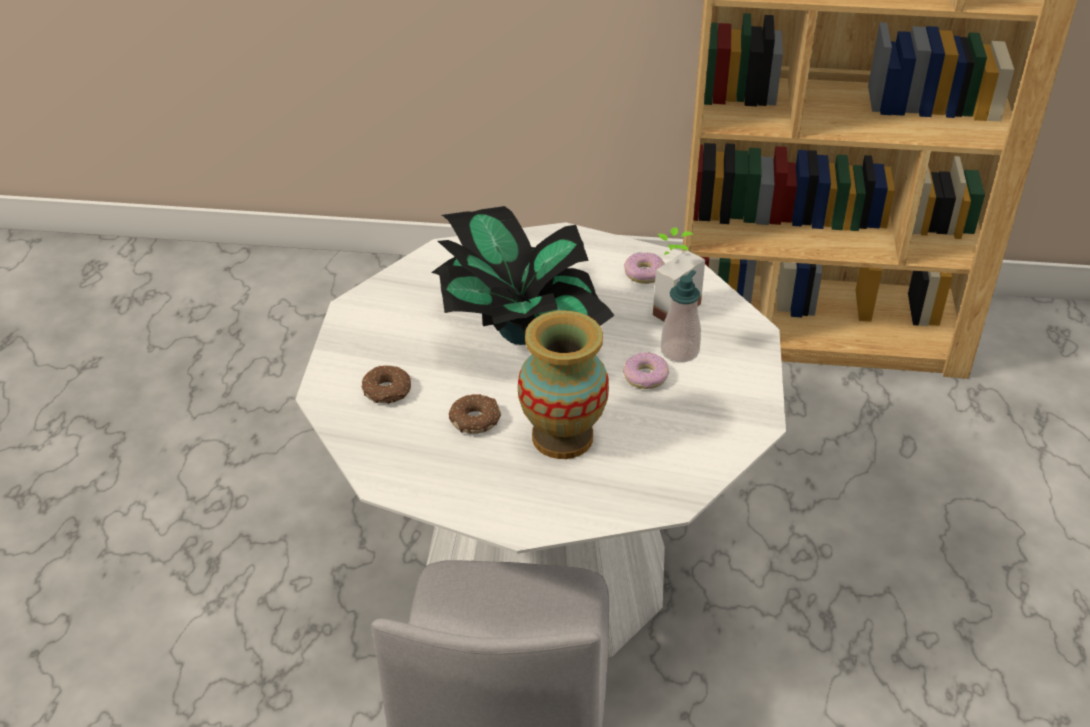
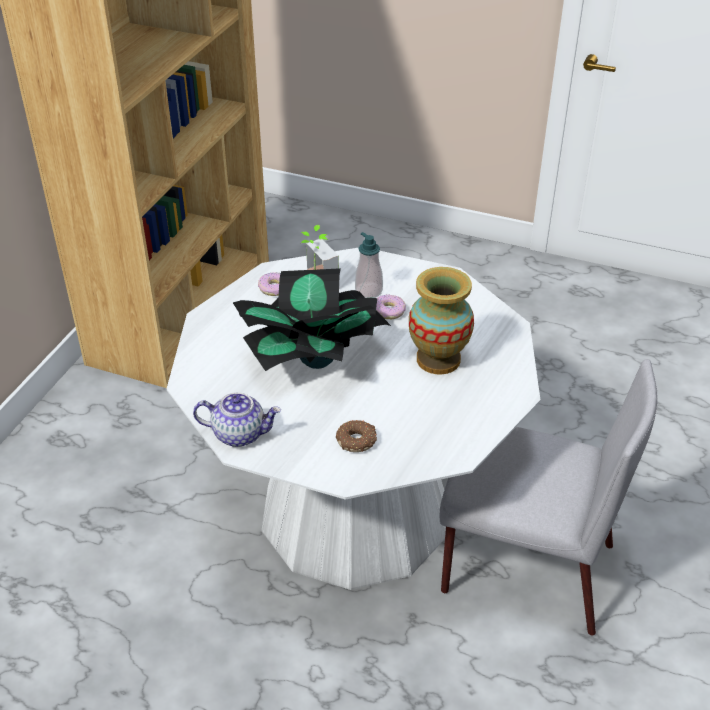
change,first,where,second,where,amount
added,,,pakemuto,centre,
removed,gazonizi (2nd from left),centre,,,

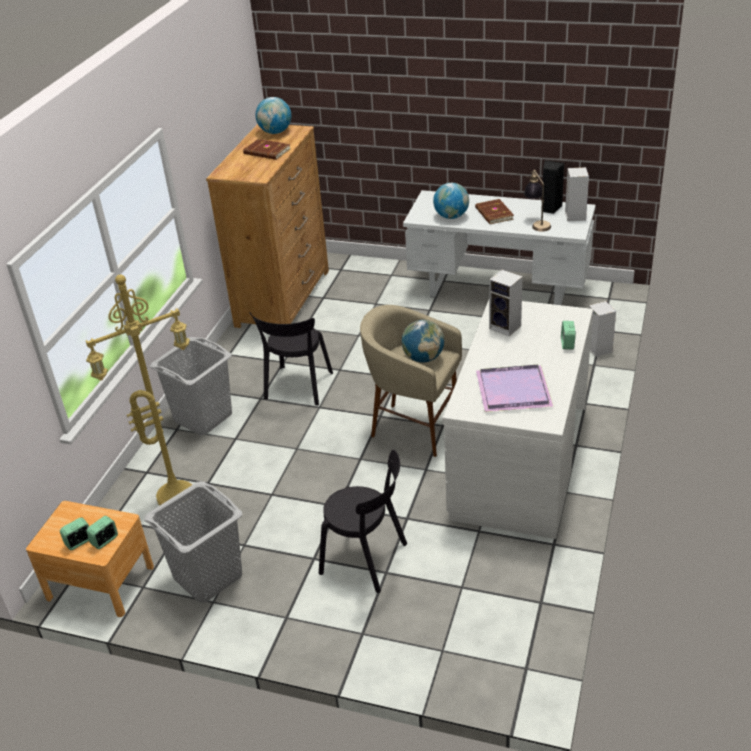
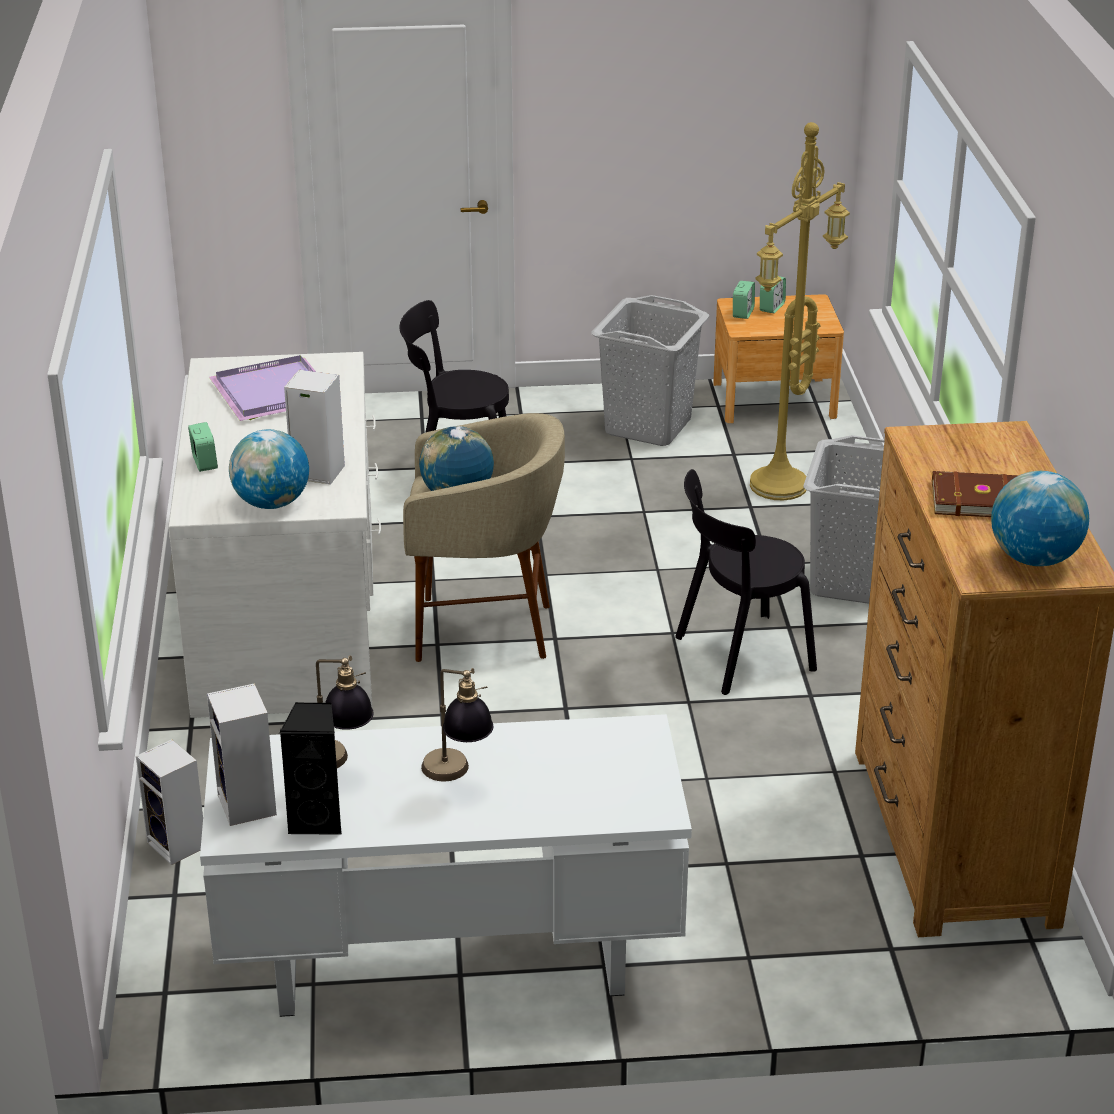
change,first,where,second,where,amount
moved,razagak (3rd from left in the first image),top centre,razagak (1st from left),middle left,
replaced,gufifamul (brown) (2nd from left),top centre,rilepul (2nd from left),centre,
turned,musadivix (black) (1st from left in the first image),centre,musadivix (black) (2nd from left),middle right,105 degrees counterclockwise

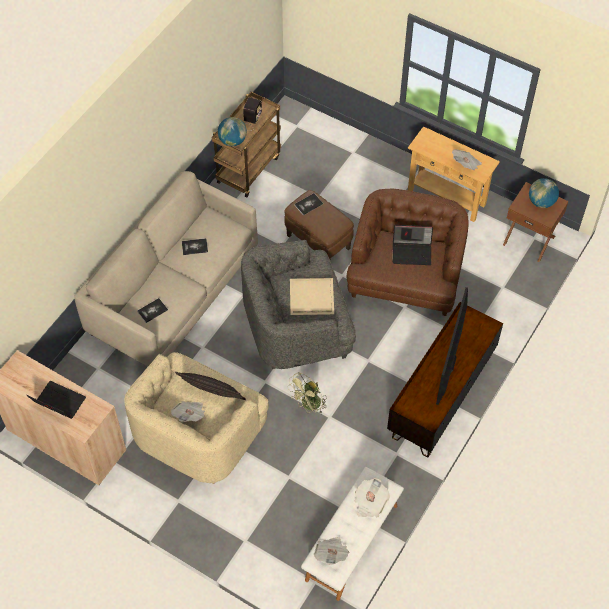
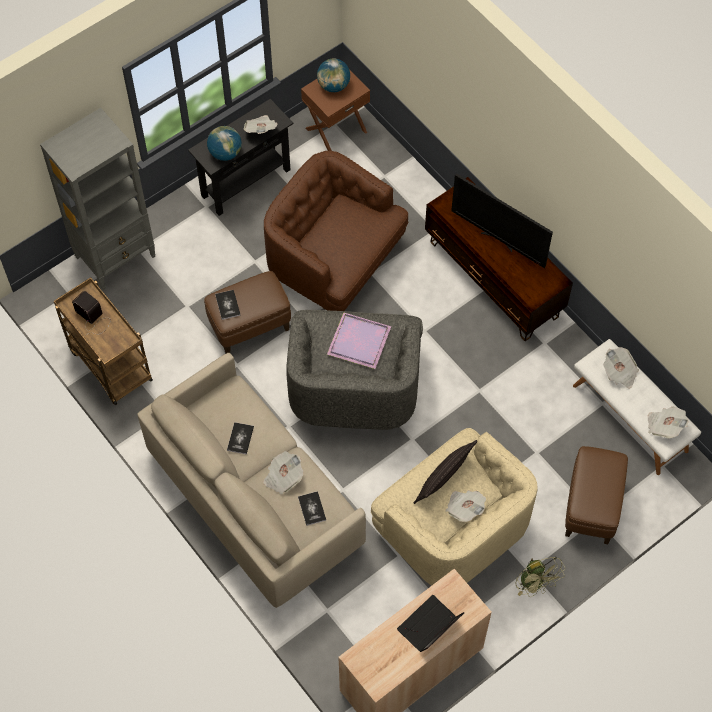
change,first,where,second,where,amount
added,,,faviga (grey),top left,
recoloured,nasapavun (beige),top right,nasapavun (black),top centre,
moved,razagak (1st from left),top centre,,top left,
added,,,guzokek (2nd from left),centre,
recoloured,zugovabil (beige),centre,zugovabil (purple),centre,
moved,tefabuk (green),centre,,bottom right,
added,,,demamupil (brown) (2nd from left),bottom right,
removed,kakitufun (2nd from left),middle right,,,

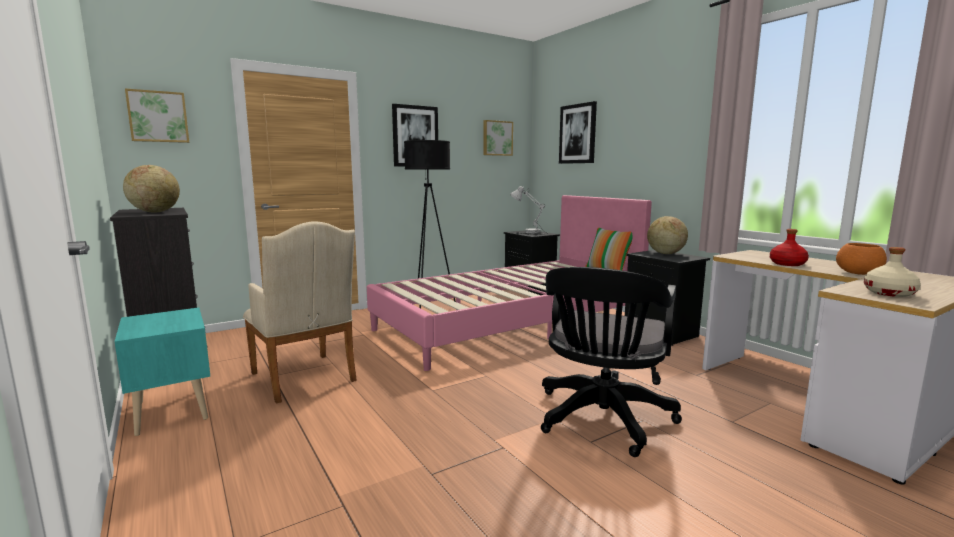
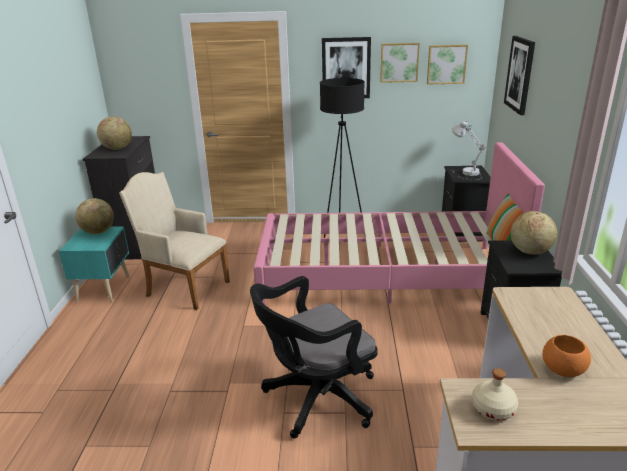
change,first,where,second,where,amount
added,,,razagak (1st from left),middle left,
turned,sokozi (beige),middle left,,middle left,120 degrees clockwise
moved,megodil (1st from left in the first image),top left,megodil (2nd from left),top centre,
removed,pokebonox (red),middle right,,,

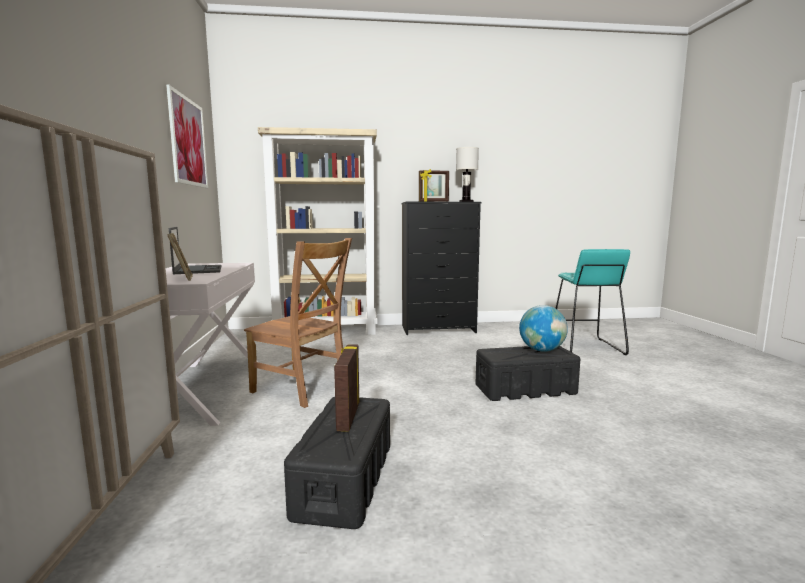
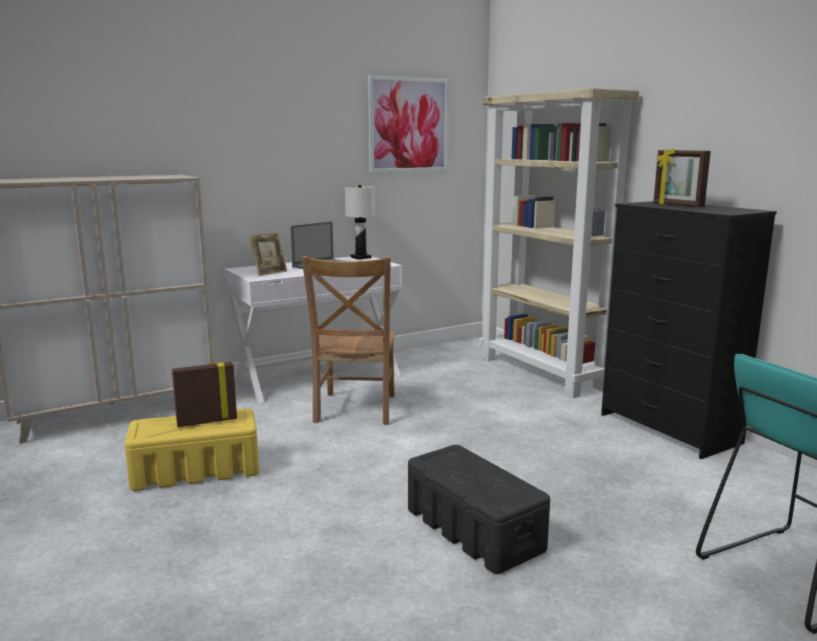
change,first,where,second,where,amount
recoloured,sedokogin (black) (1st from left),bottom centre,sedokogin (yellow),bottom left,
moved,rilepul (white),top centre,,centre,
removed,razagak,middle right,,,

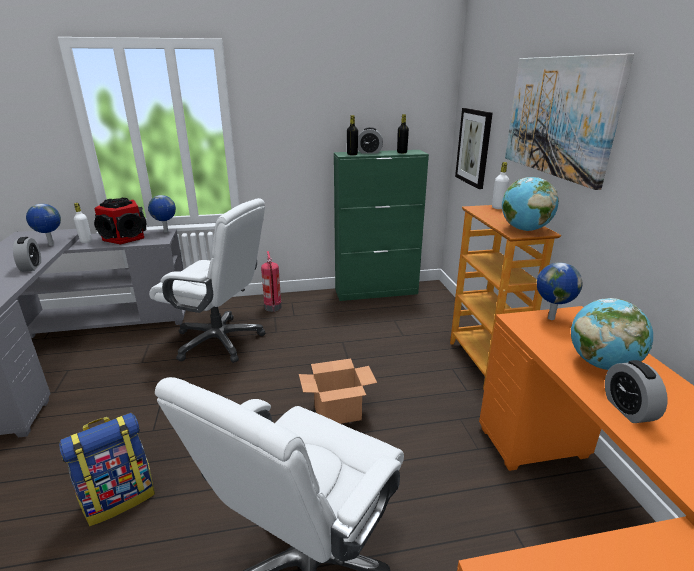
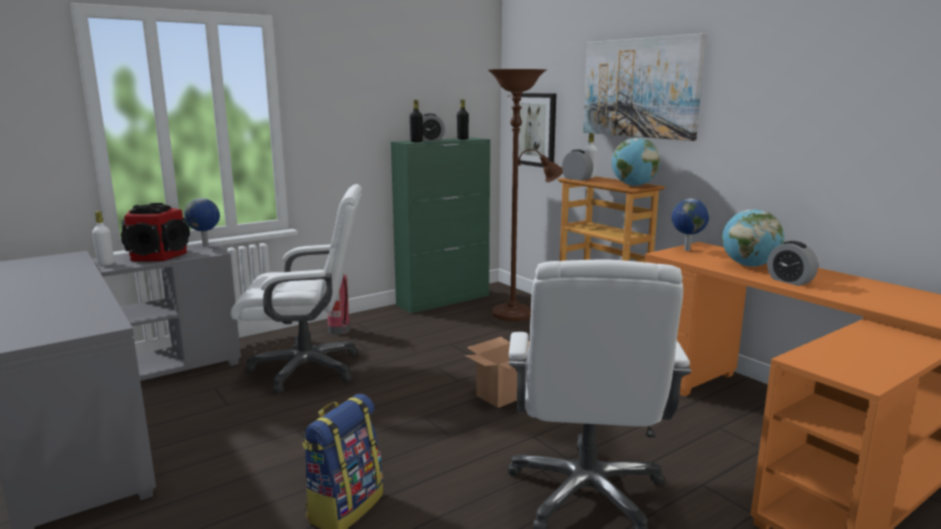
change,first,where,second,where,amount
added,,,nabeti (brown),centre,
moved,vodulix (1st from left in the first image),middle left,vodulix (2nd from left),top centre,
removed,razagak (1st from left),middle left,,,

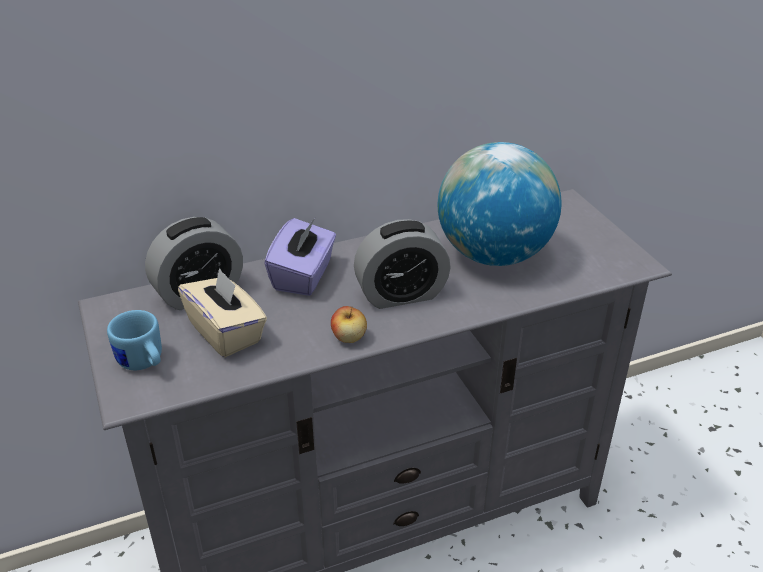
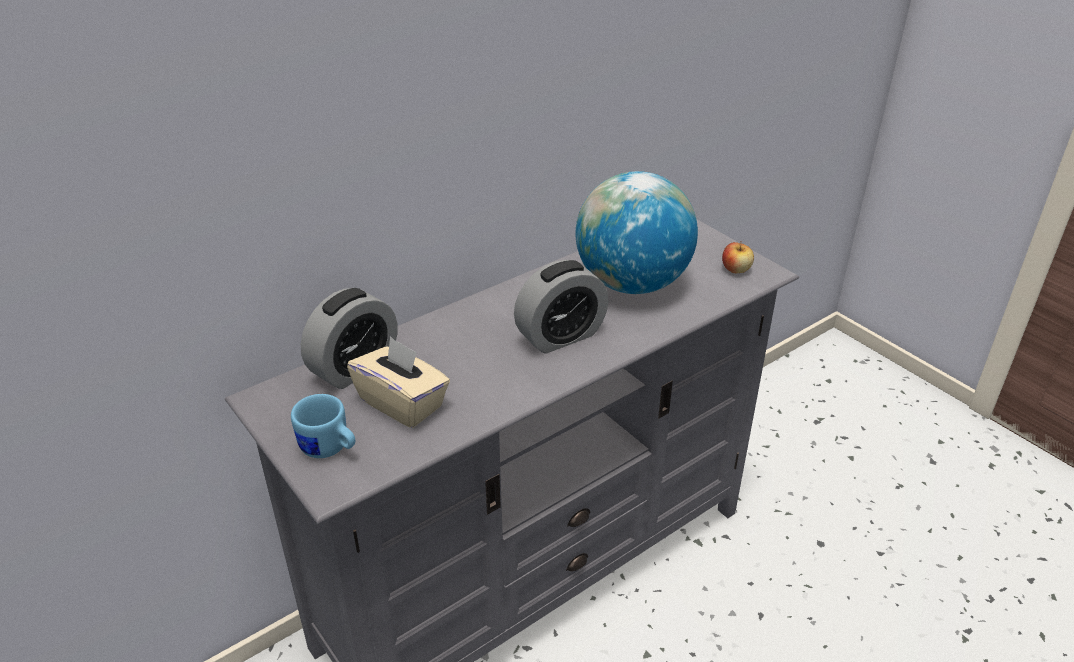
change,first,where,second,where,amount
moved,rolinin,centre,,middle right,
removed,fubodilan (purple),centre,,,

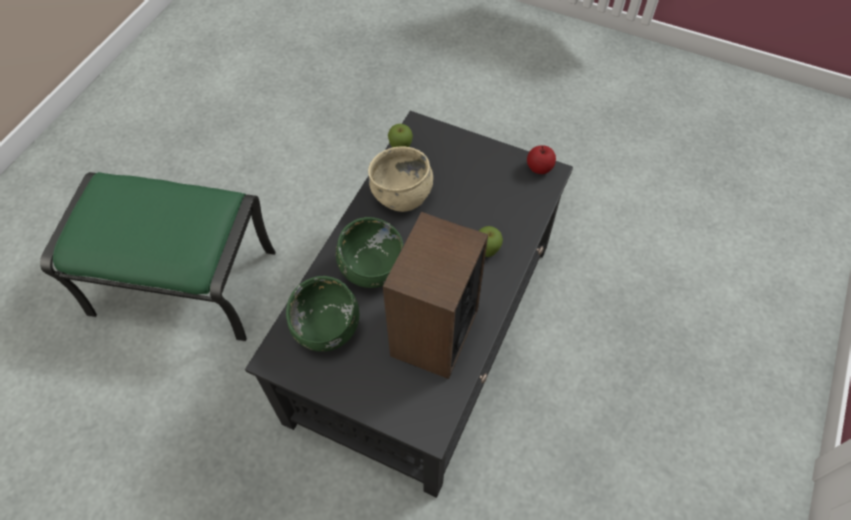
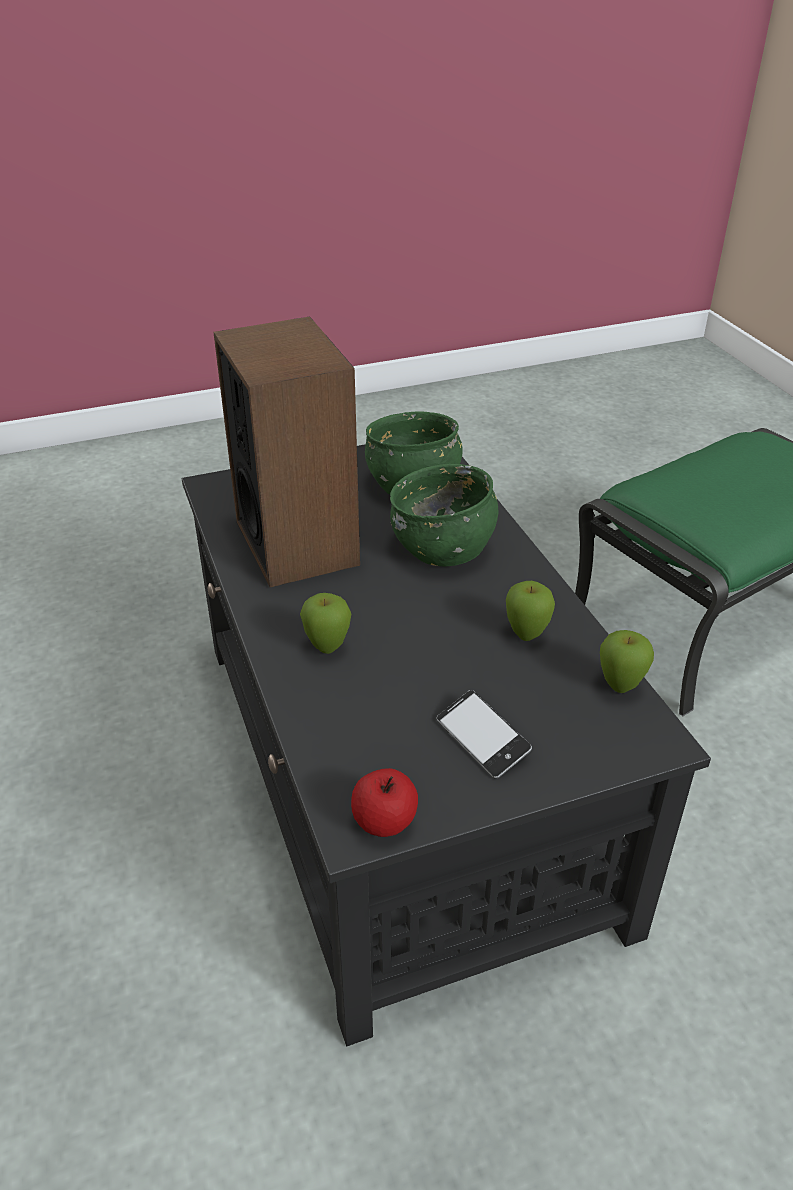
change,first,where,second,where,amount
added,,,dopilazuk,centre,
replaced,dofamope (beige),centre,rolinin (3rd from left),middle right,

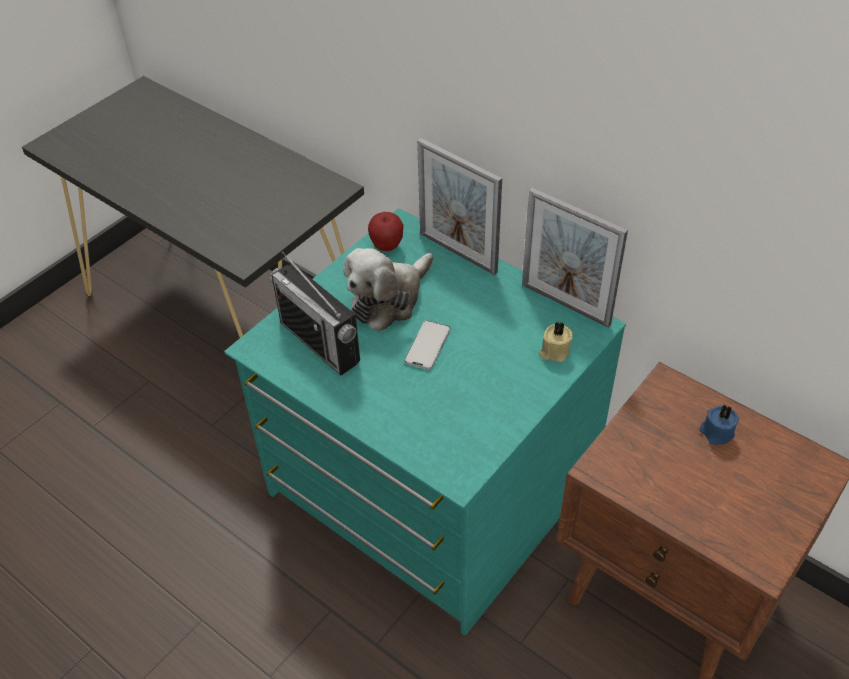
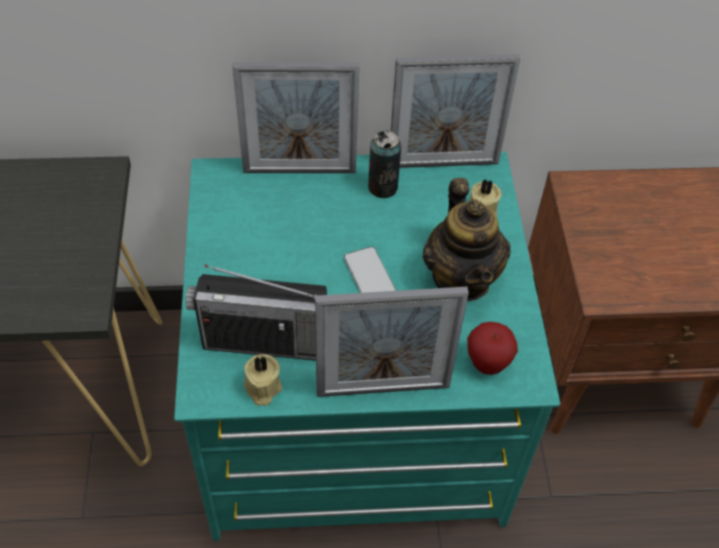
change,first,where,second,where,amount
added,,,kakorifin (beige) (1st from left),bottom centre,
added,,,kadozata (2nd from left),centre,
added,,,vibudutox,top centre,
added,,,pakemuto,centre,
moved,rolinin,centre,,middle right,
removed,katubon,centre,,,
removed,kakorifin (blue),middle right,,,

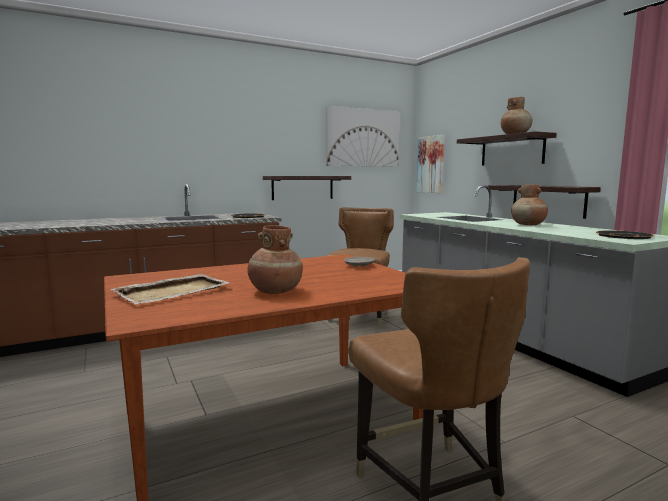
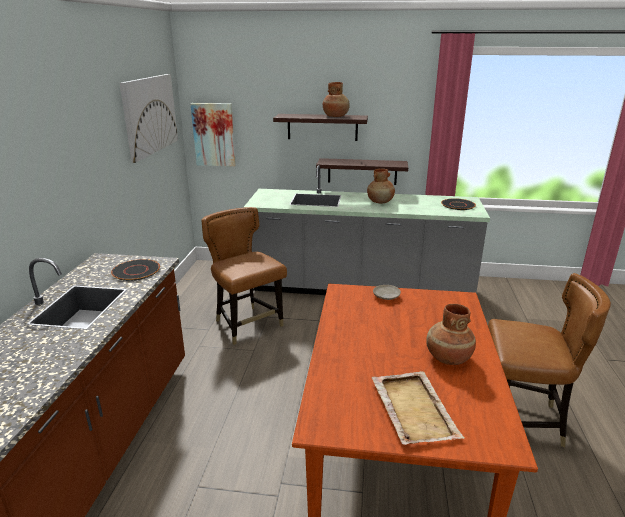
change,first,where,second,where,amount
removed,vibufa (1st from left),centre,,,

